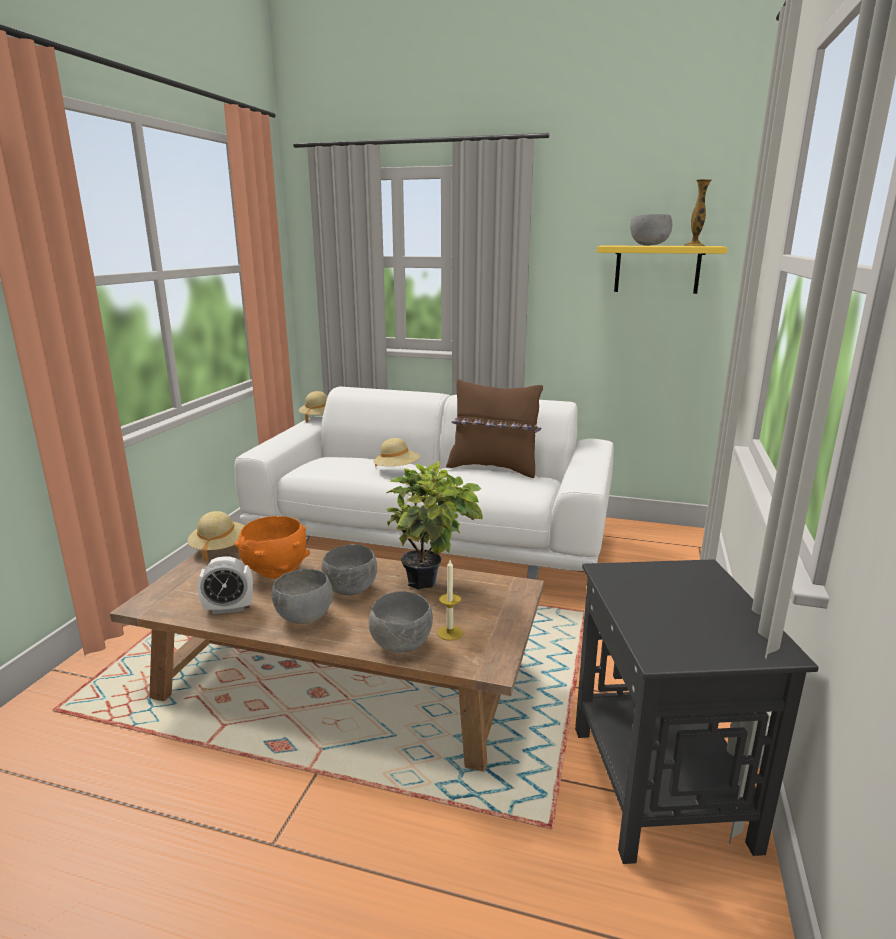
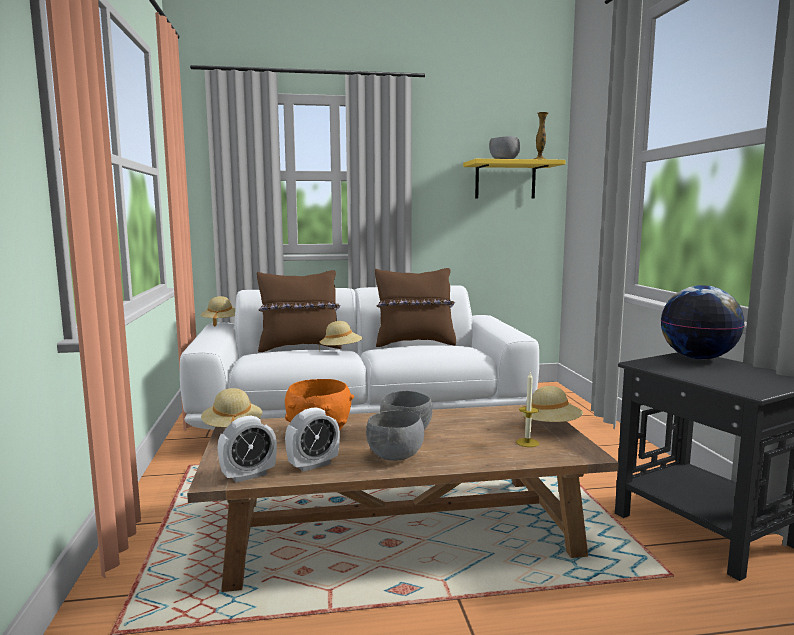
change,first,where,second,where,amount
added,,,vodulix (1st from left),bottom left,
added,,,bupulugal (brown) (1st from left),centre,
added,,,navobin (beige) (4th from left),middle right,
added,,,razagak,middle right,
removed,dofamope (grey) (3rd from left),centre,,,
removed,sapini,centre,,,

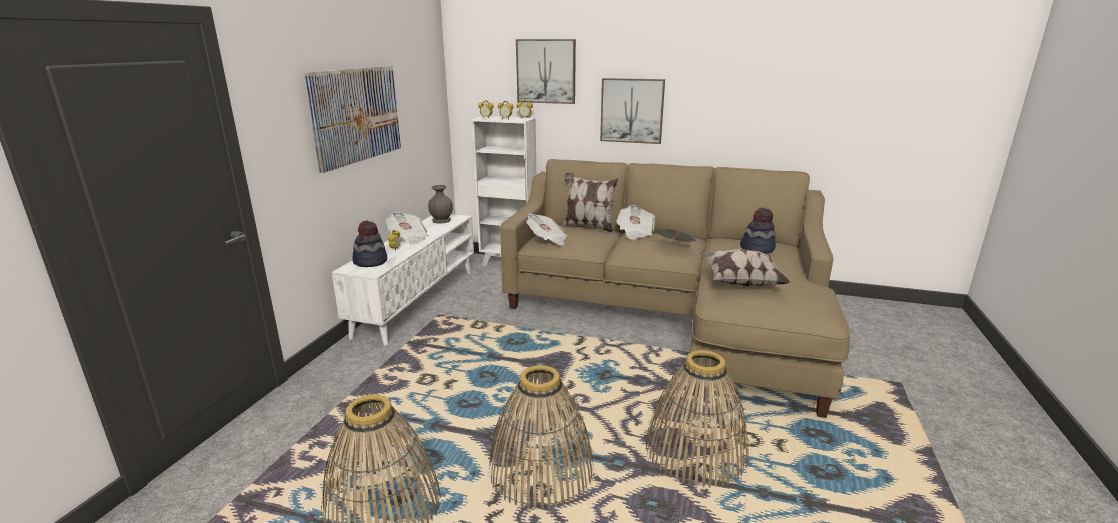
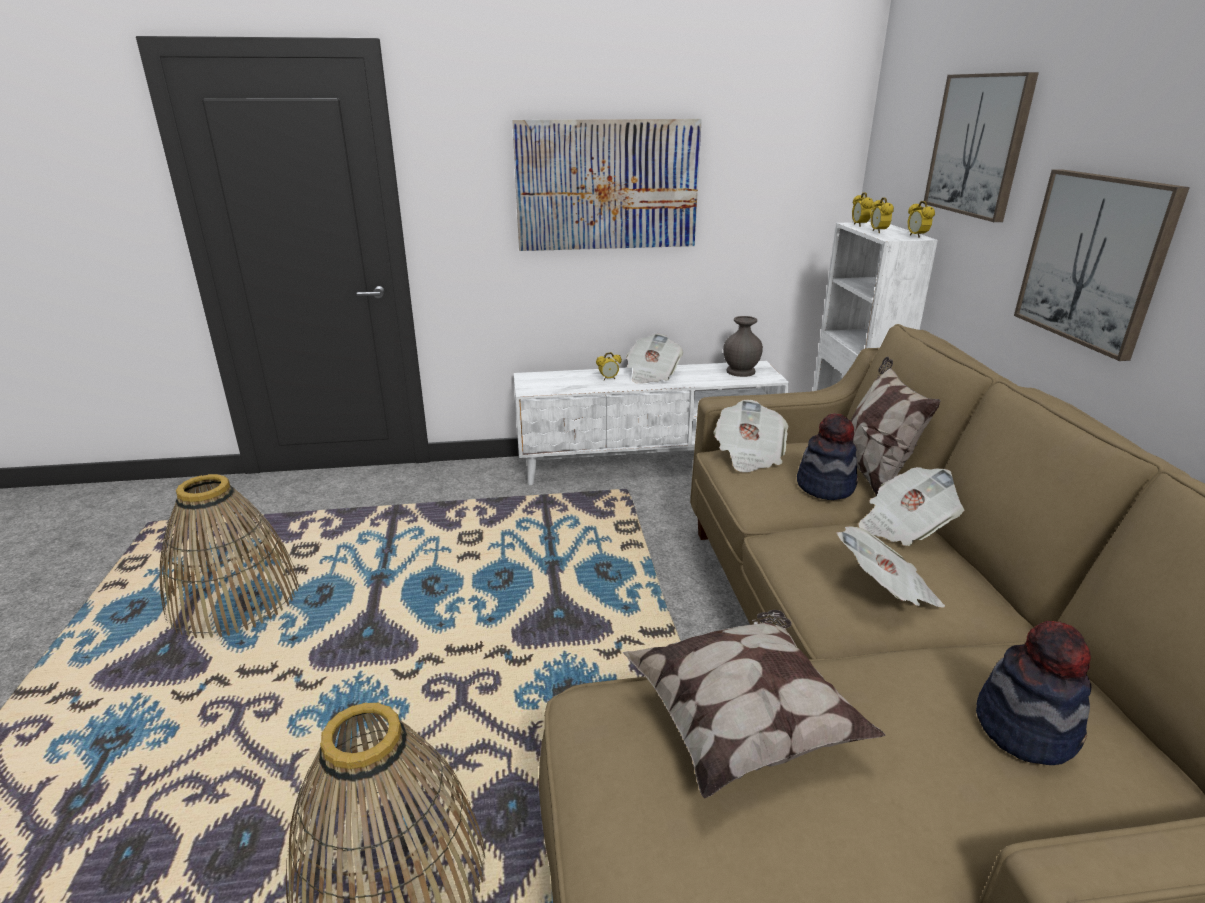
change,first,where,second,where,amount
moved,navobin (1st from left),middle left,,middle right,
removed,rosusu (2nd from left),bottom centre,,,

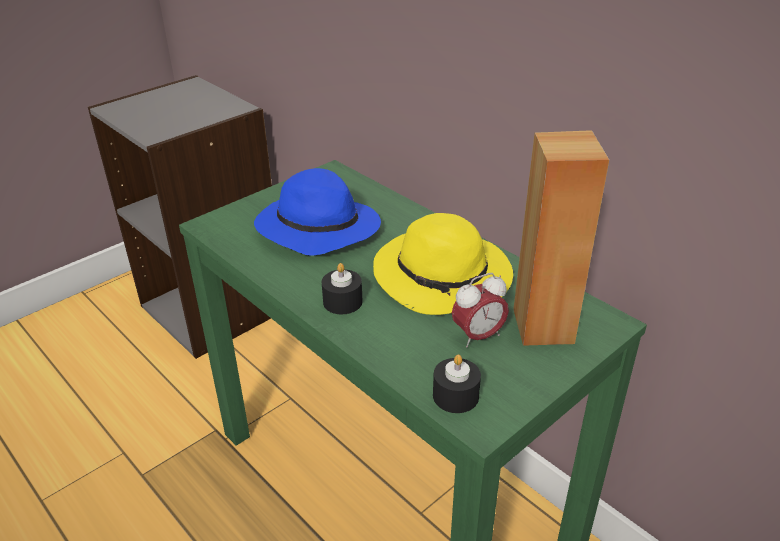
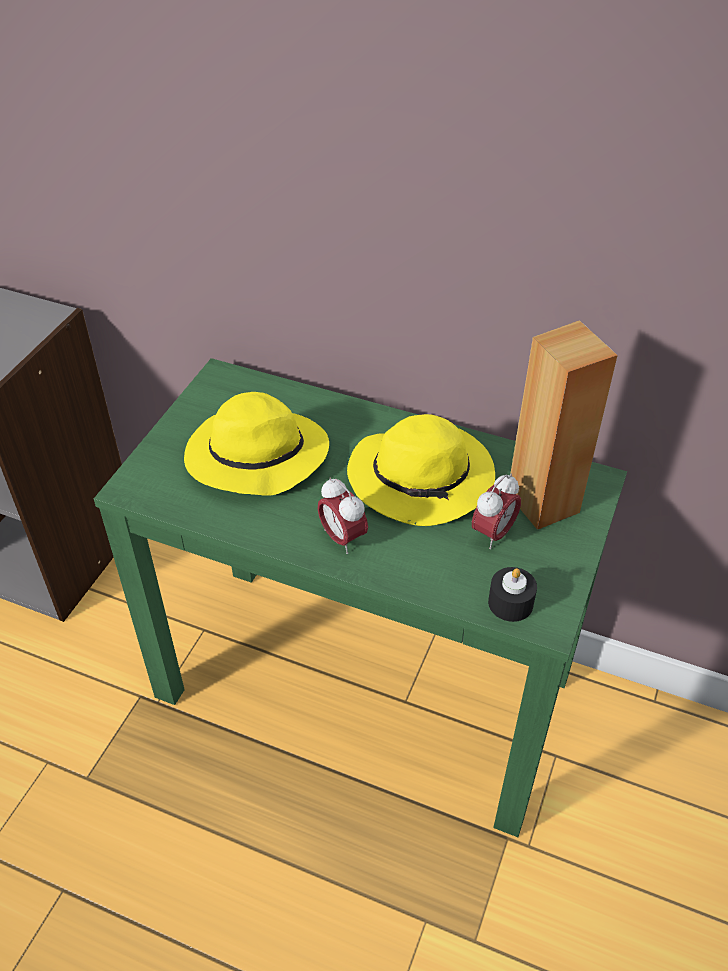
change,first,where,second,where,amount
recoloured,navobin (blue),centre,navobin (yellow) (1st from left),centre,
replaced,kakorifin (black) (1st from left),centre,vodulix (1st from left),centre,

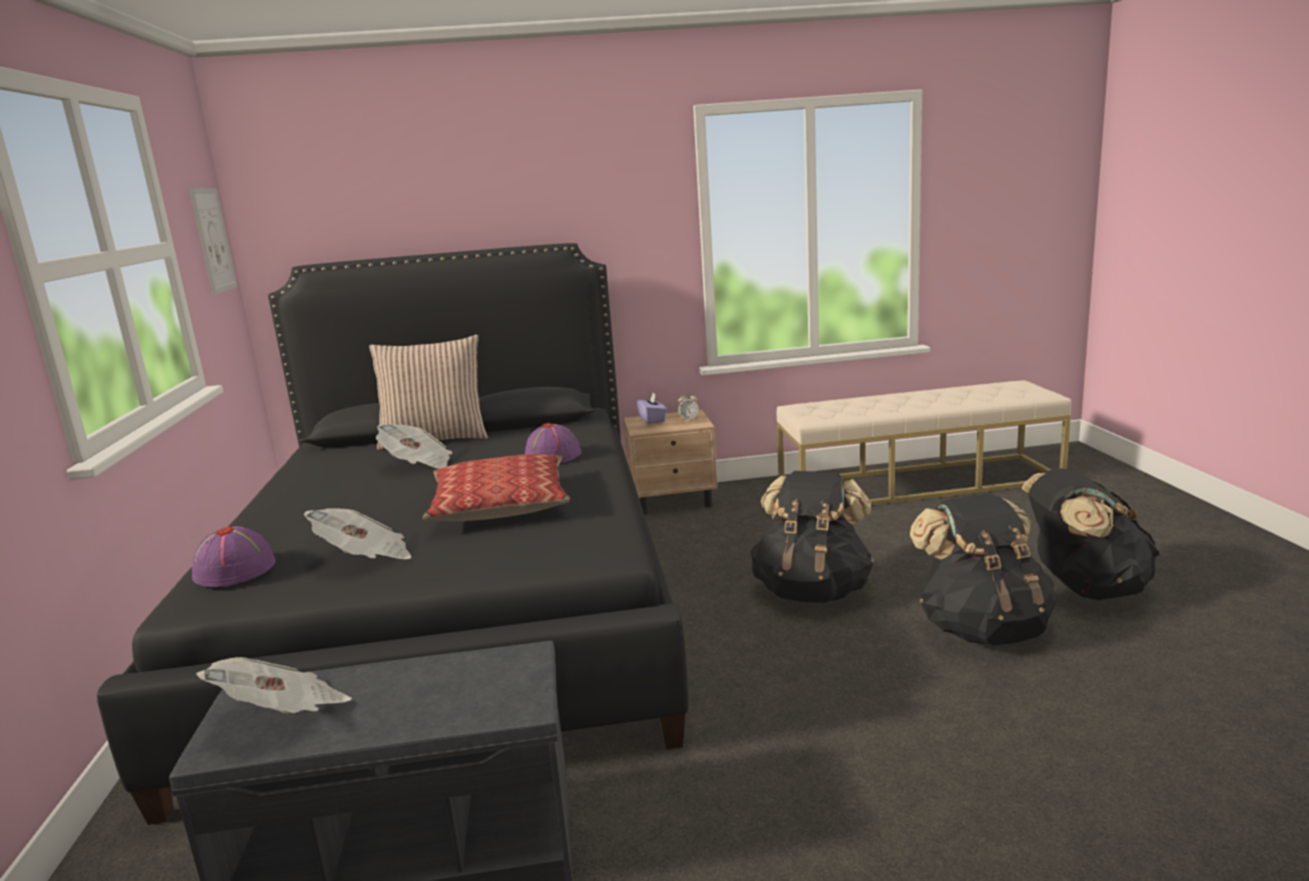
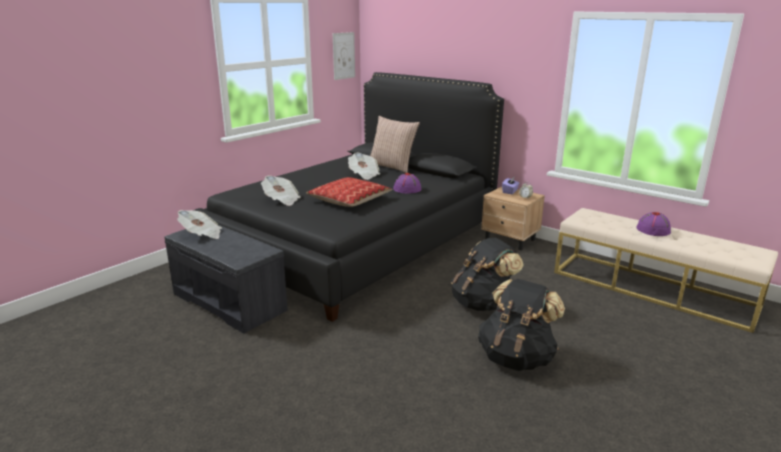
change,first,where,second,where,amount
moved,navobin (purple) (1st from left in the first image),middle left,navobin (purple) (2nd from left),middle right,
removed,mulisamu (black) (3rd from left),middle right,,,

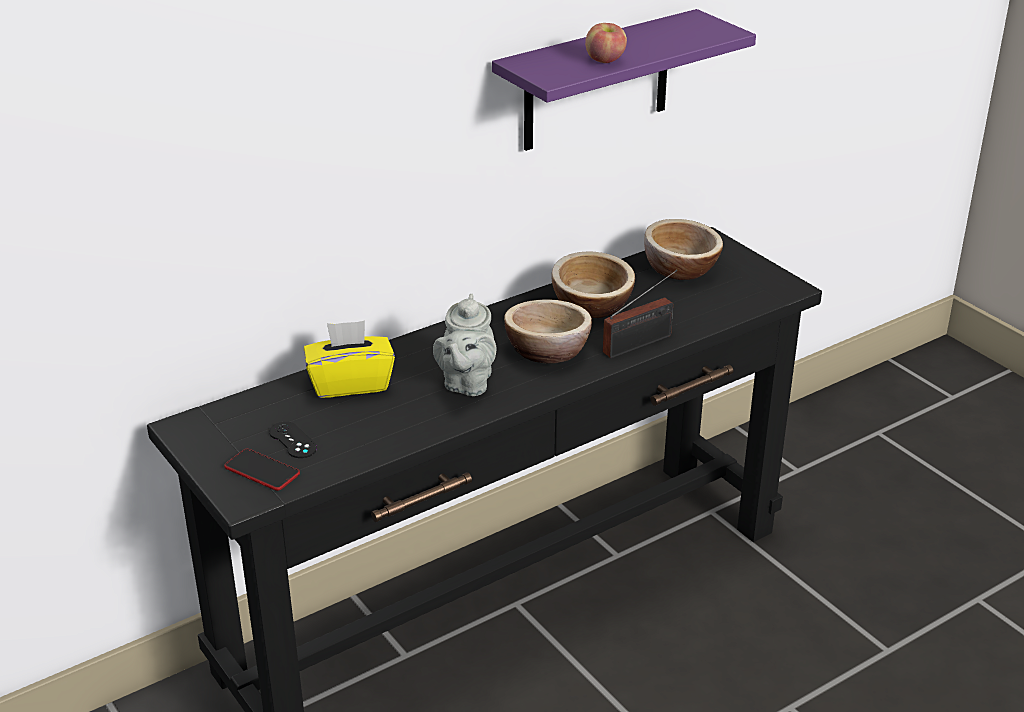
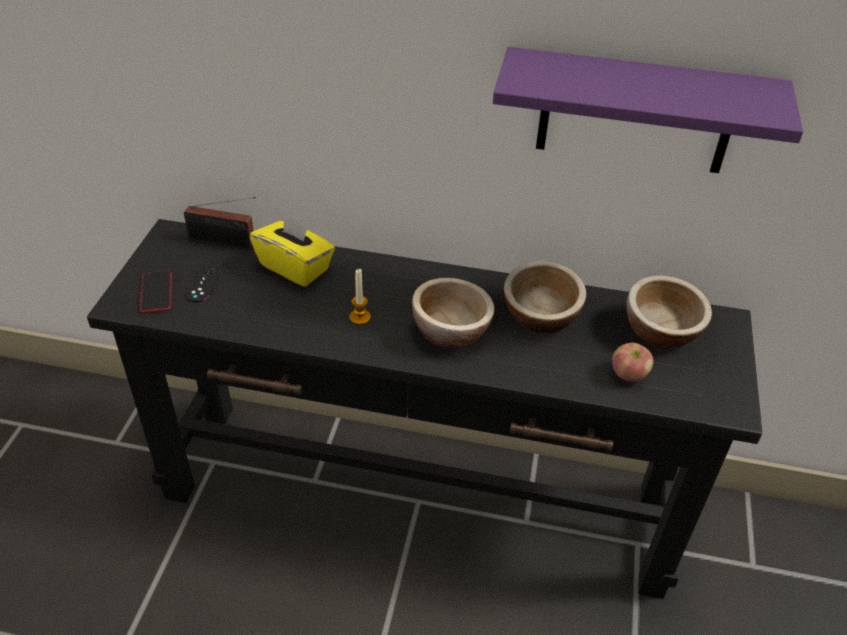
change,first,where,second,where,amount
moved,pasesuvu,centre,,middle left,
replaced,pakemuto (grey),centre,kakorifin,centre,
moved,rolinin,top centre,,middle right,

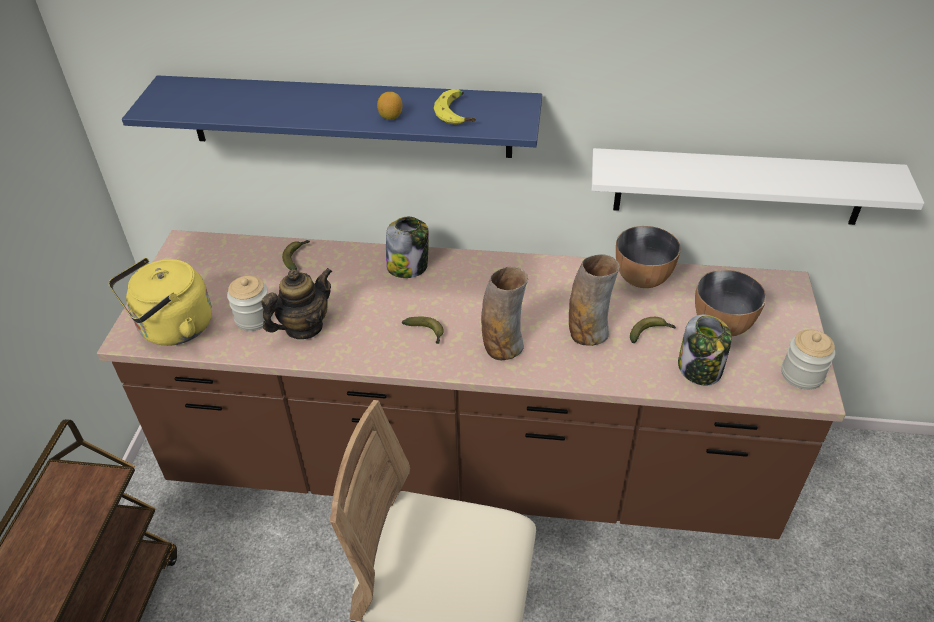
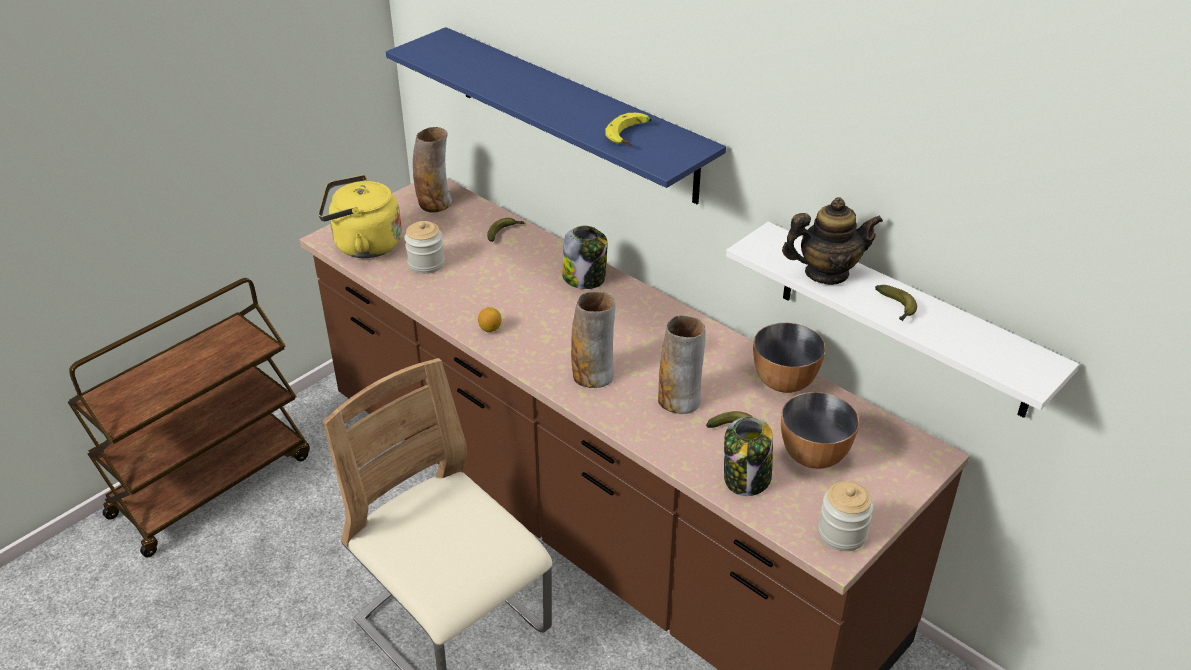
change,first,where,second,where,amount
added,,,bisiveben (1st from left),top centre,
moved,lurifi,top centre,,centre,
moved,pakemuto,middle left,,middle right,
moved,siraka (2nd from left in the first image),centre,siraka (4th from left),middle right,

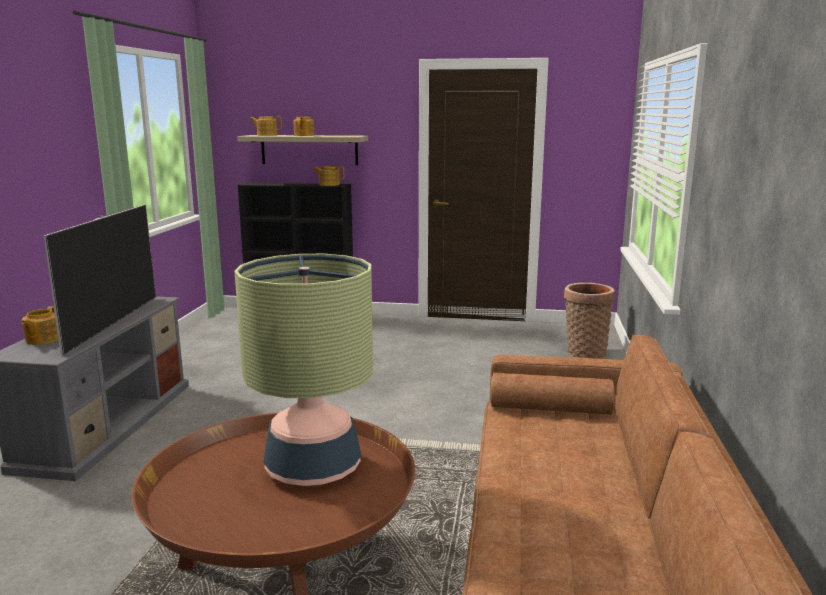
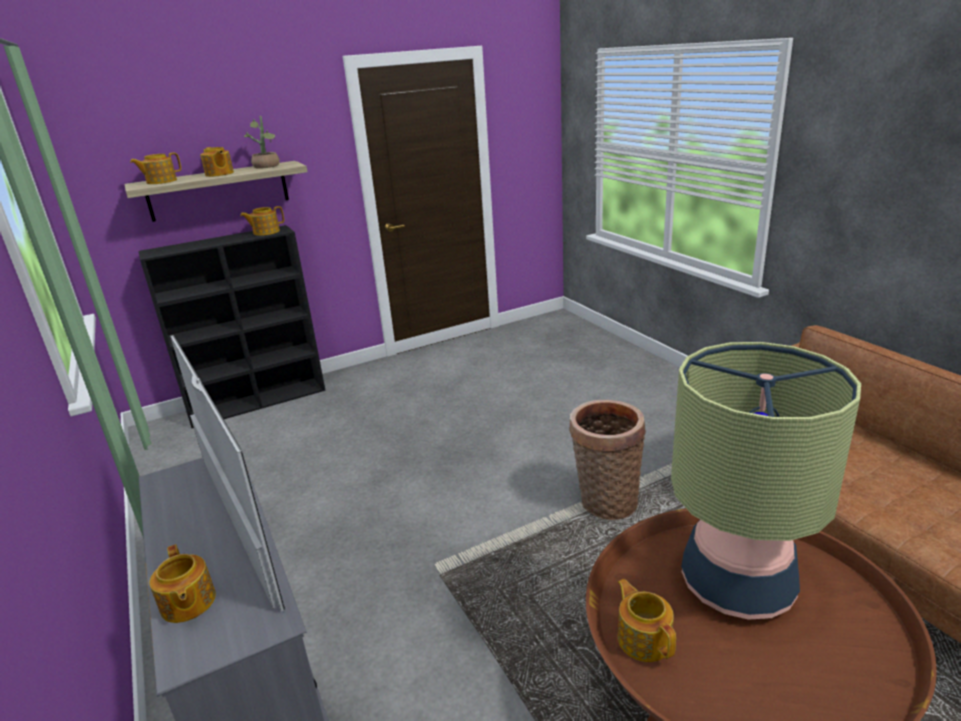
change,first,where,second,where,amount
added,,,sapini,top left,
moved,rosusu,middle right,,centre,
added,,,pakemuto (5th from left),bottom right,

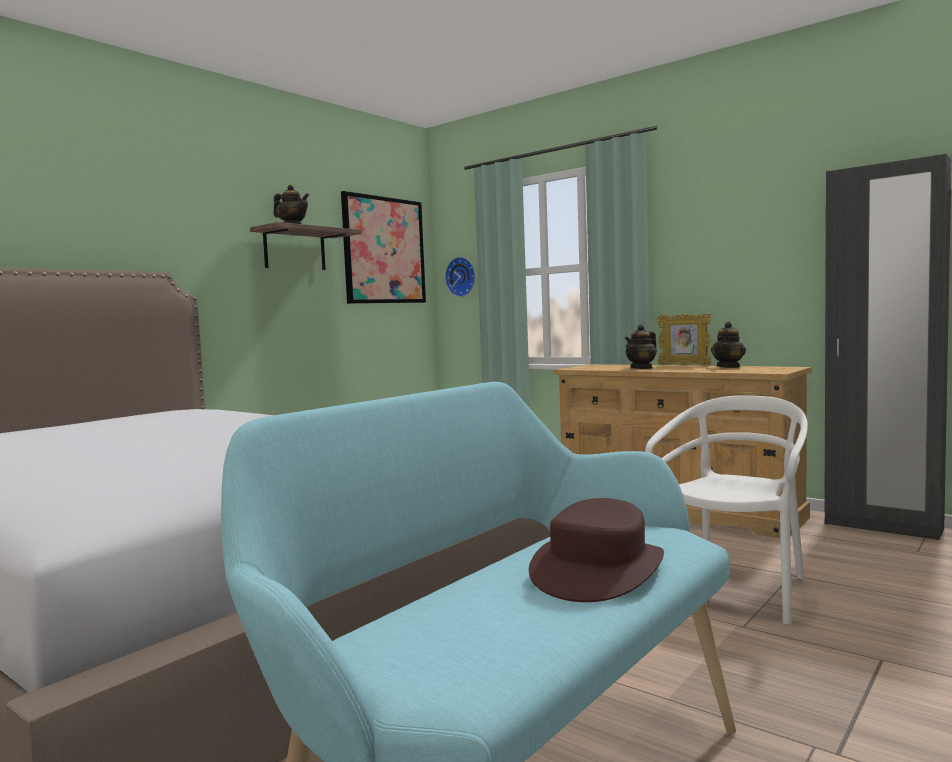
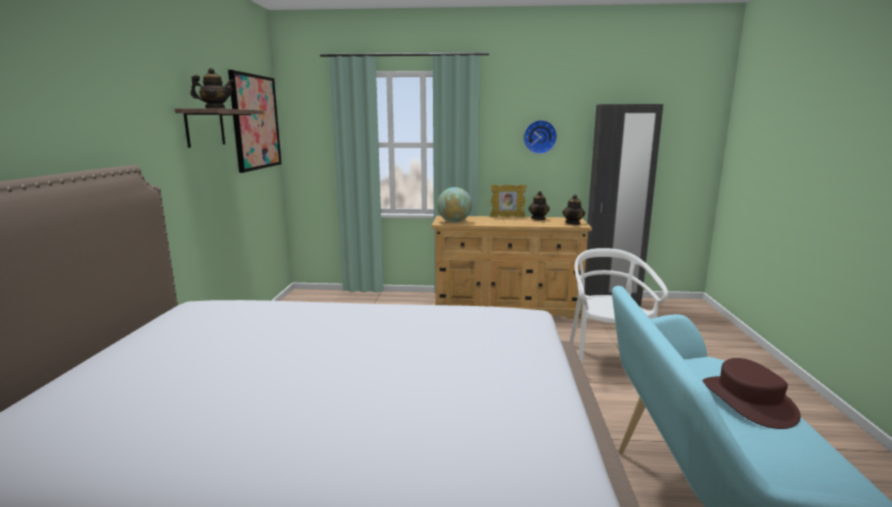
change,first,where,second,where,amount
added,,,razagak,centre,
moved,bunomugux,centre,,top centre,
moved,pakemuto (2nd from left in the first image),middle right,pakemuto (3rd from left),centre,

